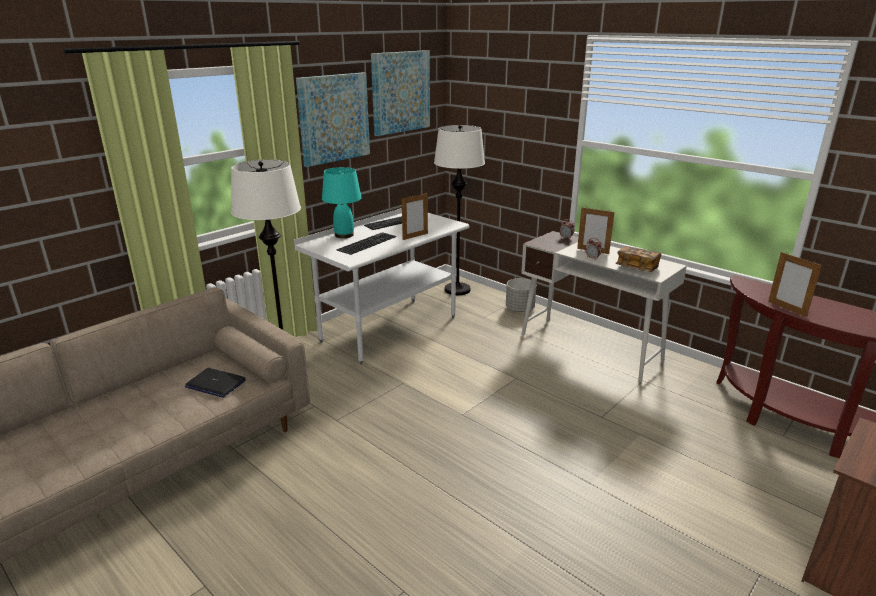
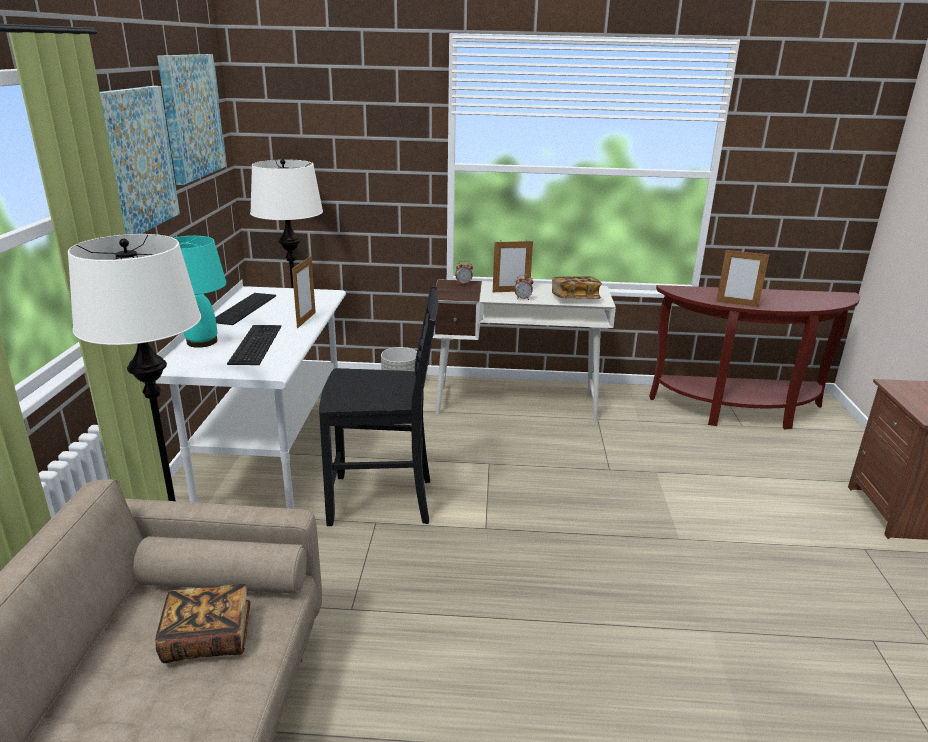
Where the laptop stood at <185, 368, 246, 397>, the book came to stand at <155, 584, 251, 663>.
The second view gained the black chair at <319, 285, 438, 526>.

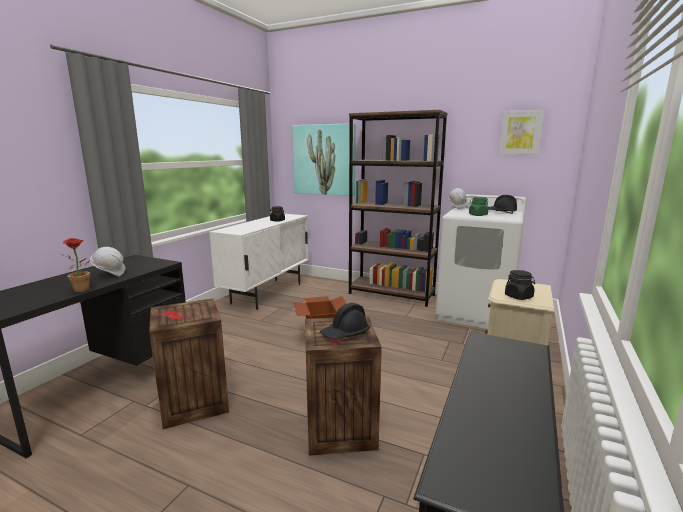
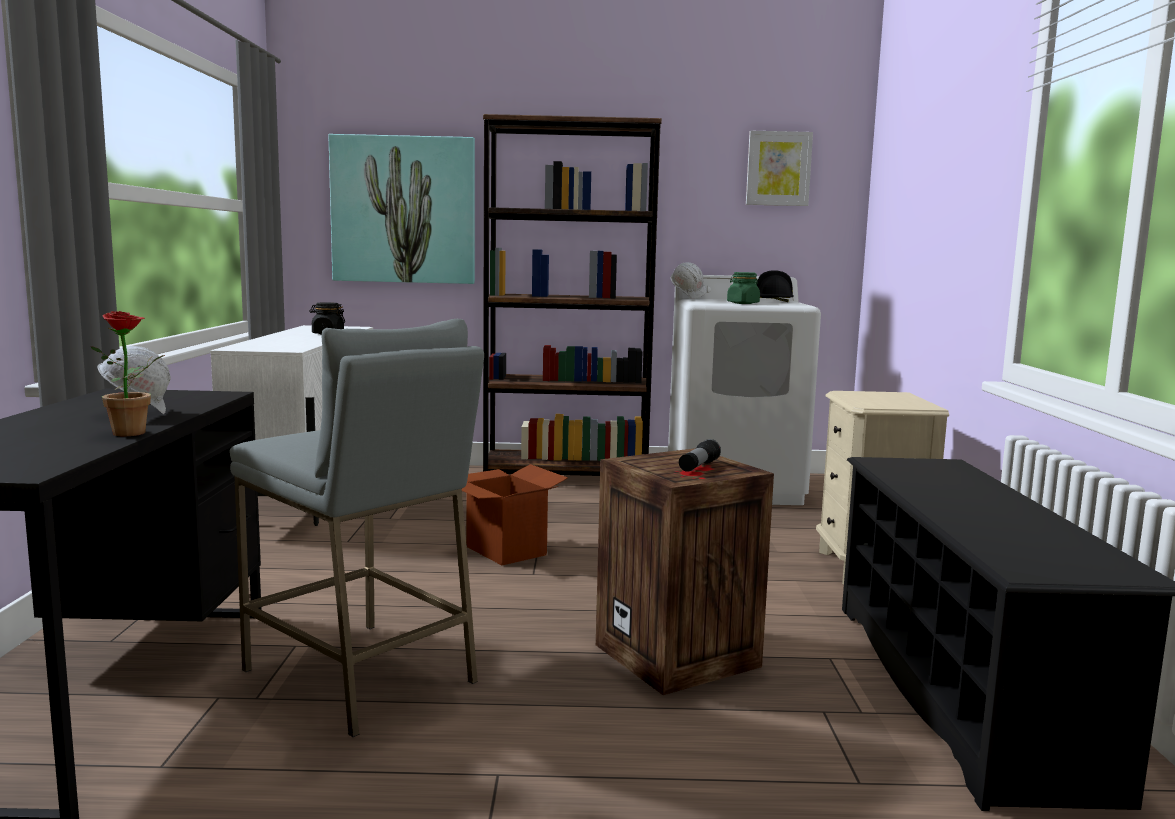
Where the crate stood at <149, 299, 229, 429>, the grey stool came to stand at <229, 319, 484, 737>.
Where the black hard hat stood at <320, 303, 370, 340>, the flashlight came to stand at <679, 439, 721, 472>.
The second view lost the black jar at <505, 270, 535, 300>.

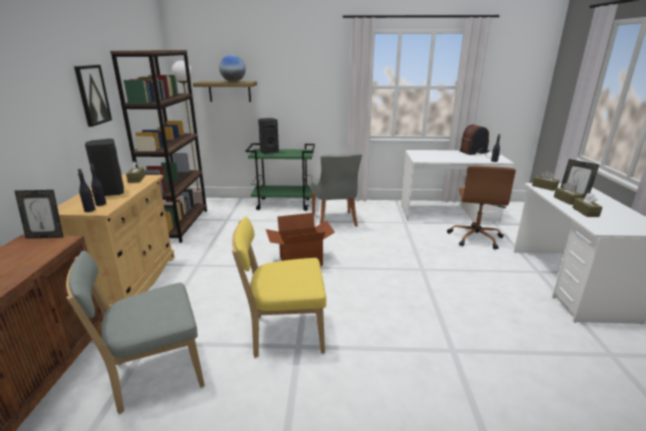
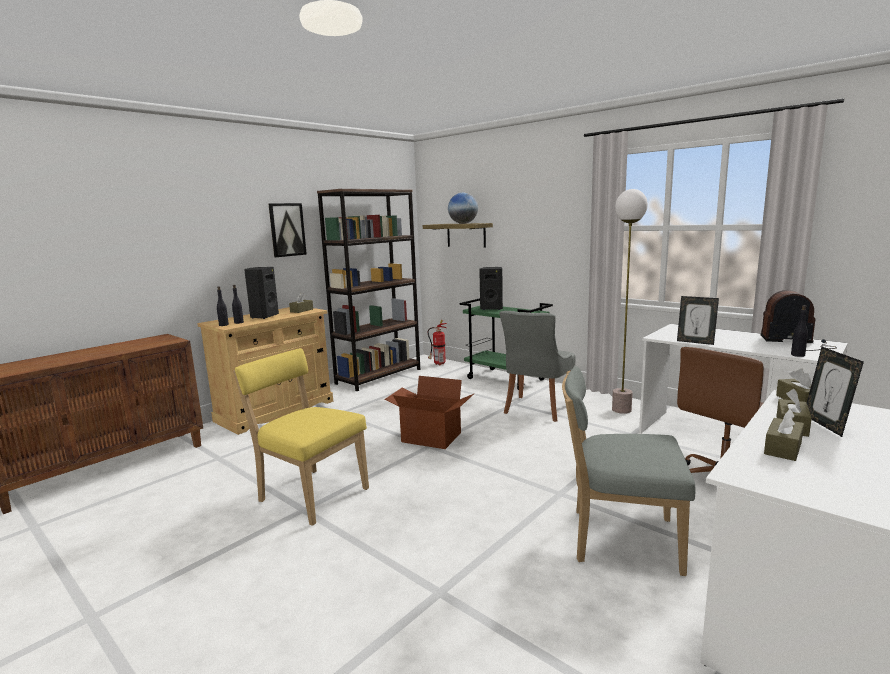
The picture frame ended up elsewhere, having gone from <15, 190, 63, 239> to <677, 296, 719, 345>.
The grey chair ended up elsewhere, having gone from <66, 251, 205, 414> to <562, 366, 696, 576>.
The floor lamp ended up elsewhere, having gone from <172, 61, 203, 203> to <612, 189, 648, 414>.
The second view gained the fire extinguisher at <428, 320, 447, 365>.

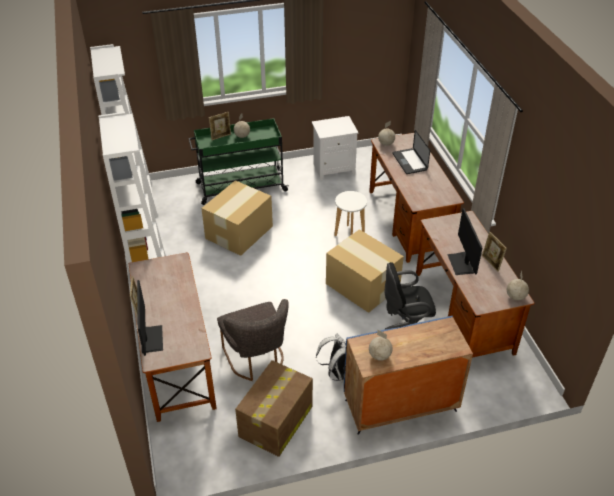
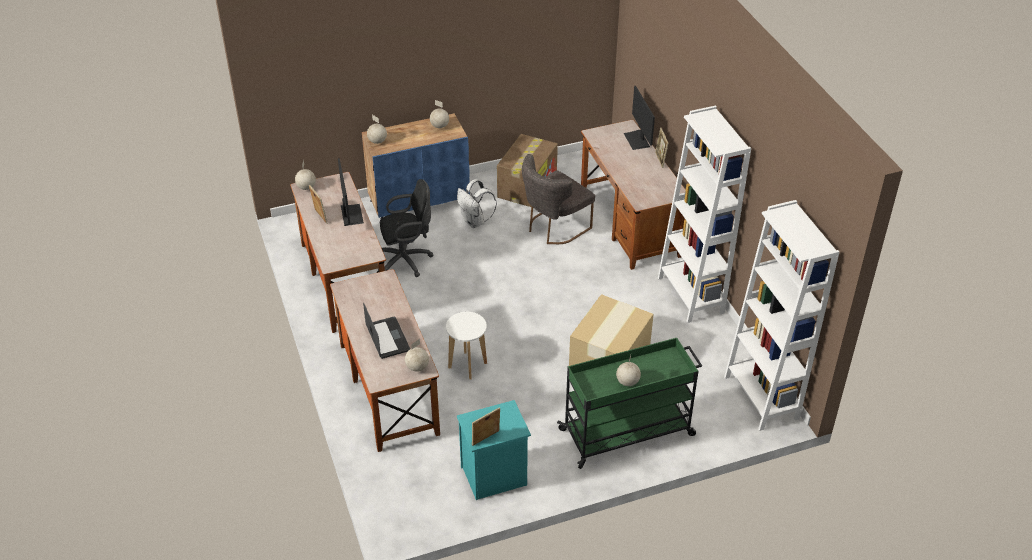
The picture frame ended up elsewhere, having gone from <209, 112, 231, 140> to <472, 407, 500, 446>.
The grey chair at <217, 299, 289, 381> ended up facing another way, 105 degrees counterclockwise from before.
What was the white nightstand at <312, 116, 359, 181> turned into the turquoise nightstand at <457, 400, 531, 500>.
The second view lost the cardboard box at <326, 229, 404, 313>.
The second view gained the globe at <367, 115, 387, 144>.

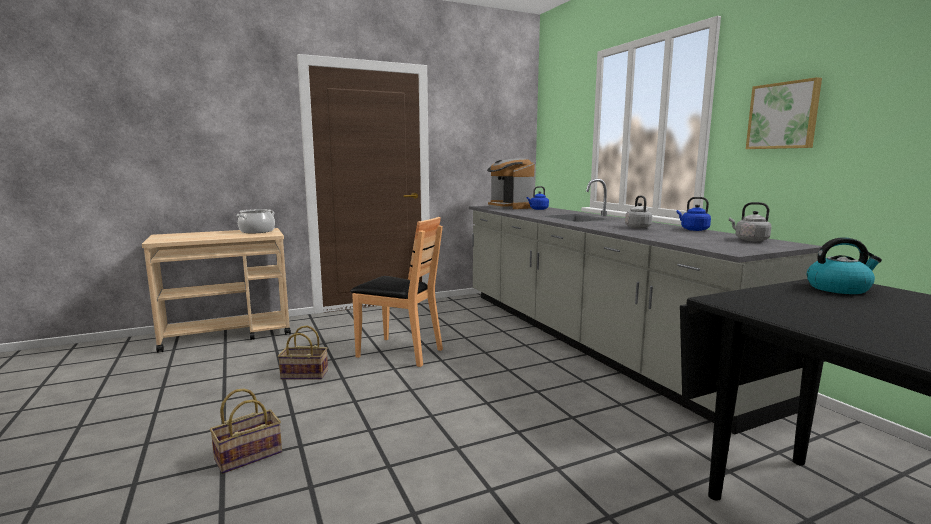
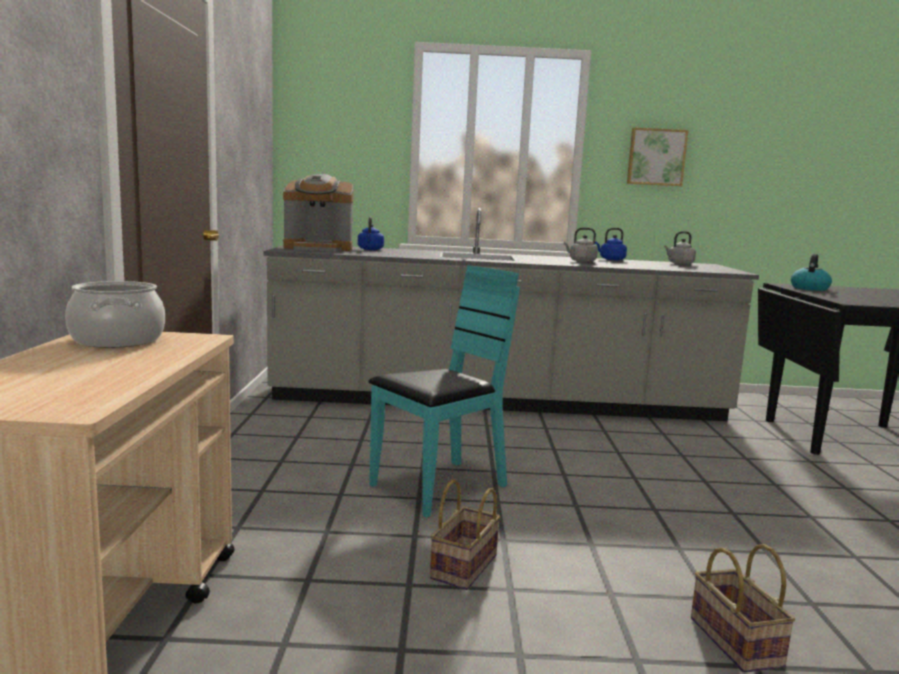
What was the brown chair at <350, 217, 443, 367> turned into the turquoise chair at <369, 265, 520, 518>.

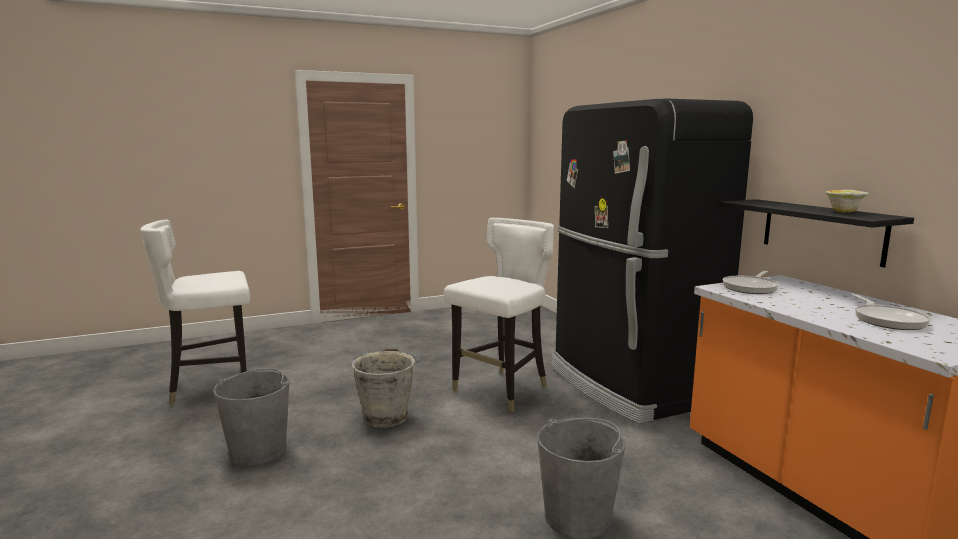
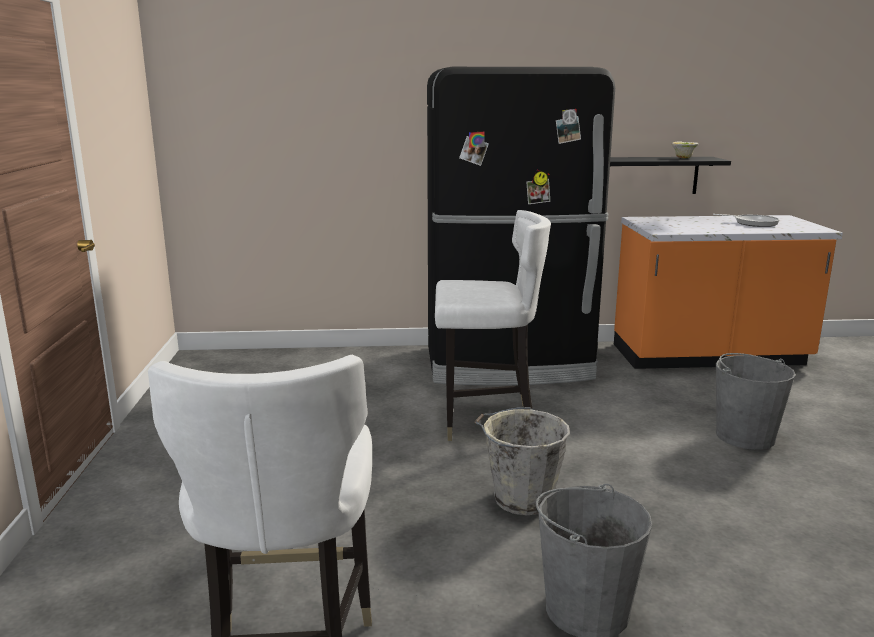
The white chair at <444, 218, 554, 412> ended up facing another way, 120 degrees clockwise from before.
The second view lost the frying pan at <723, 271, 779, 294>.

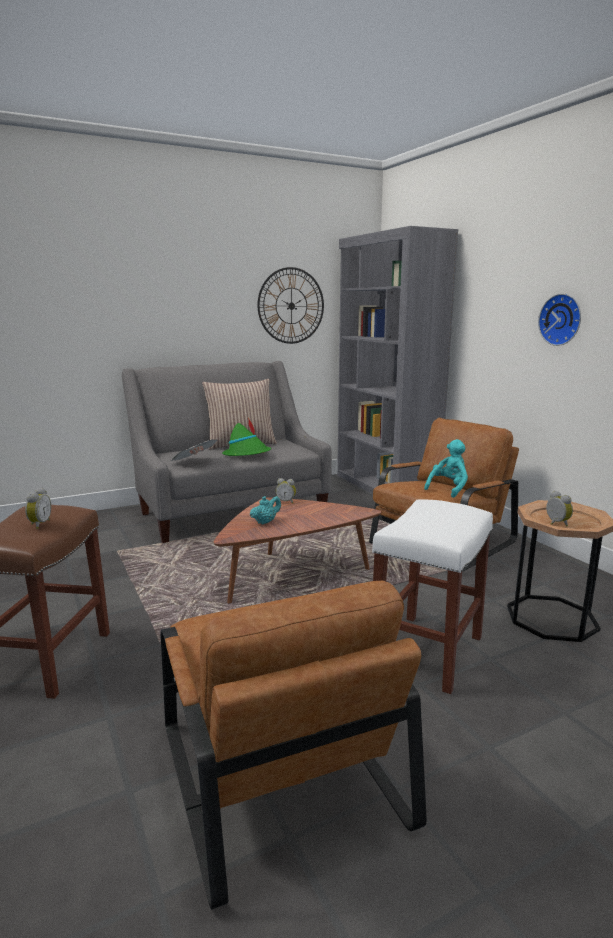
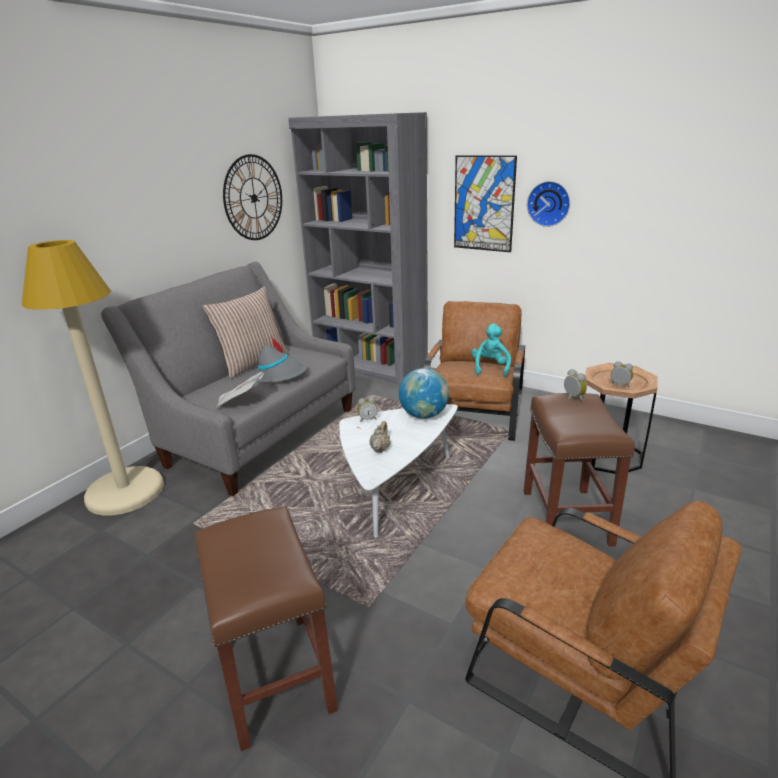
The alarm clock ended up elsewhere, having gone from <25, 487, 51, 529> to <564, 369, 587, 401>.
What was the brown coffee table at <214, 498, 381, 603> turned into the white coffee table at <339, 404, 458, 538>.
What was the green hat at <222, 418, 271, 456> turned into the grey hat at <254, 337, 307, 383>.
What was the turquoise teapot at <250, 496, 281, 524> turned into the beige teapot at <369, 421, 391, 453>.
What was the white stool at <372, 500, 493, 694> turned into the brown stool at <524, 393, 635, 547>.
The second view gained the beige floor lamp at <22, 240, 164, 516>.
The second view gained the globe at <399, 368, 449, 419>.
The second view gained the picture at <454, 155, 517, 252>.

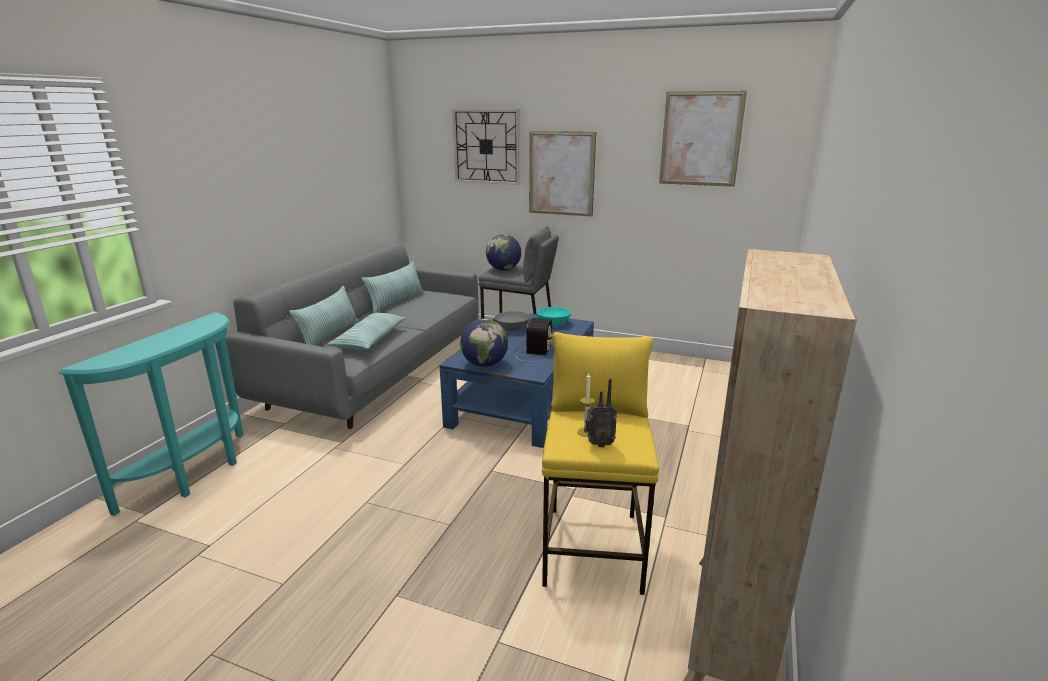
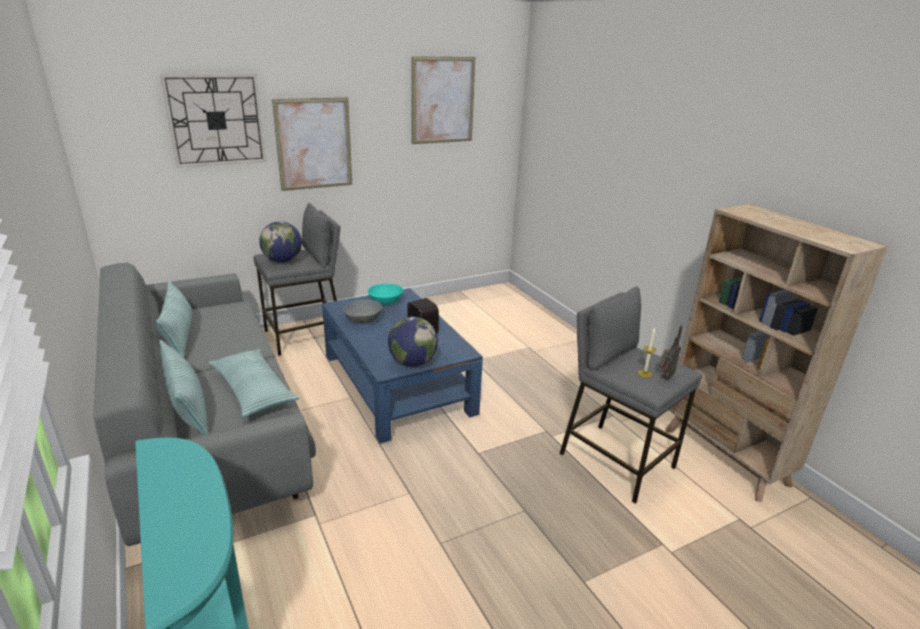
What was the yellow stool at <542, 332, 659, 595> turned into the grey stool at <559, 286, 702, 503>.

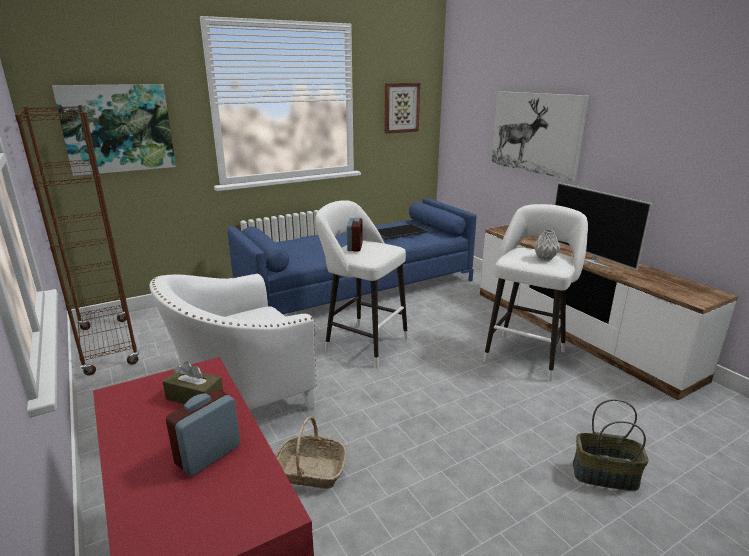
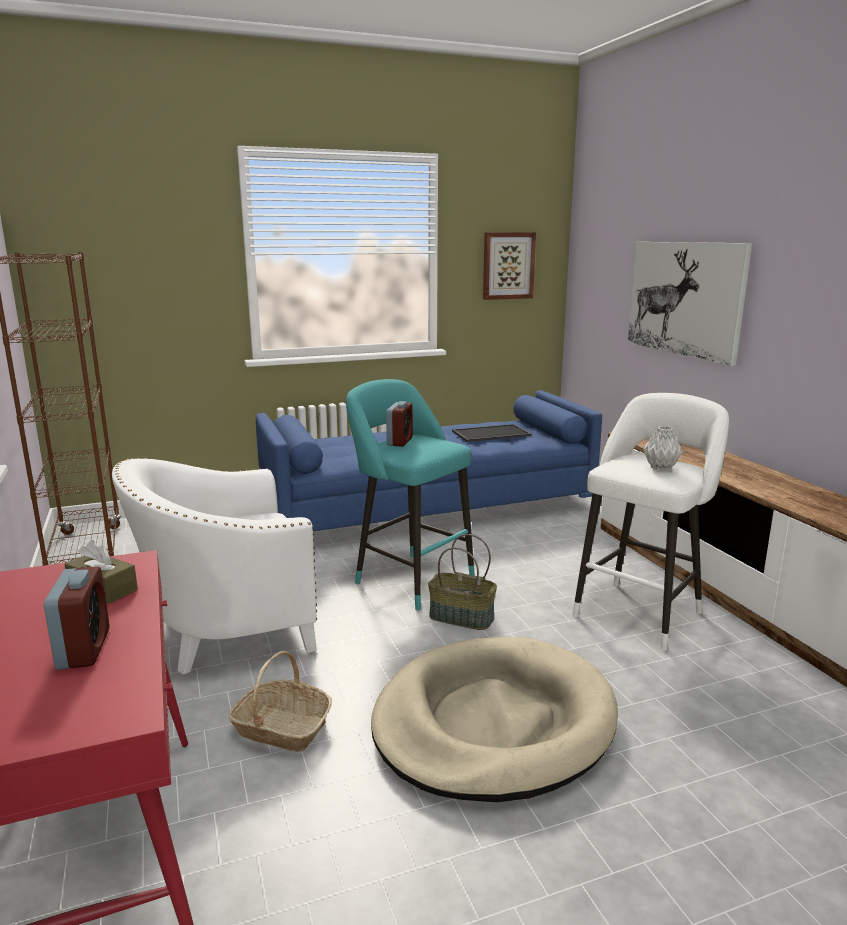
The second view lost the picture at <52, 84, 176, 176>.
The alarm clock at <166, 389, 240, 476> ended up facing another way, 120 degrees clockwise from before.
What was the white stool at <315, 200, 408, 368> turned into the turquoise stool at <346, 379, 475, 610>.
The second view lost the television at <554, 182, 653, 270>.
The basket ended up elsewhere, having gone from <573, 399, 649, 491> to <428, 534, 497, 630>.
The second view gained the beige dog bed at <371, 637, 618, 802>.

